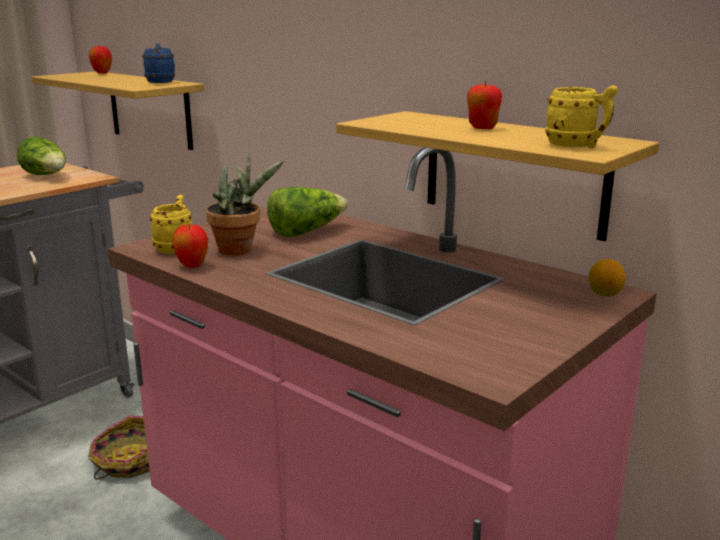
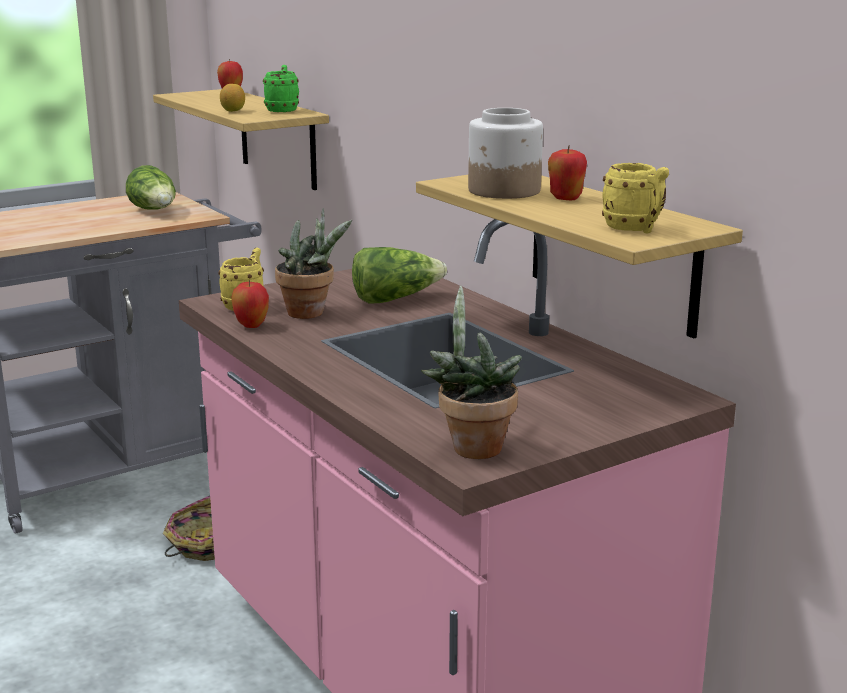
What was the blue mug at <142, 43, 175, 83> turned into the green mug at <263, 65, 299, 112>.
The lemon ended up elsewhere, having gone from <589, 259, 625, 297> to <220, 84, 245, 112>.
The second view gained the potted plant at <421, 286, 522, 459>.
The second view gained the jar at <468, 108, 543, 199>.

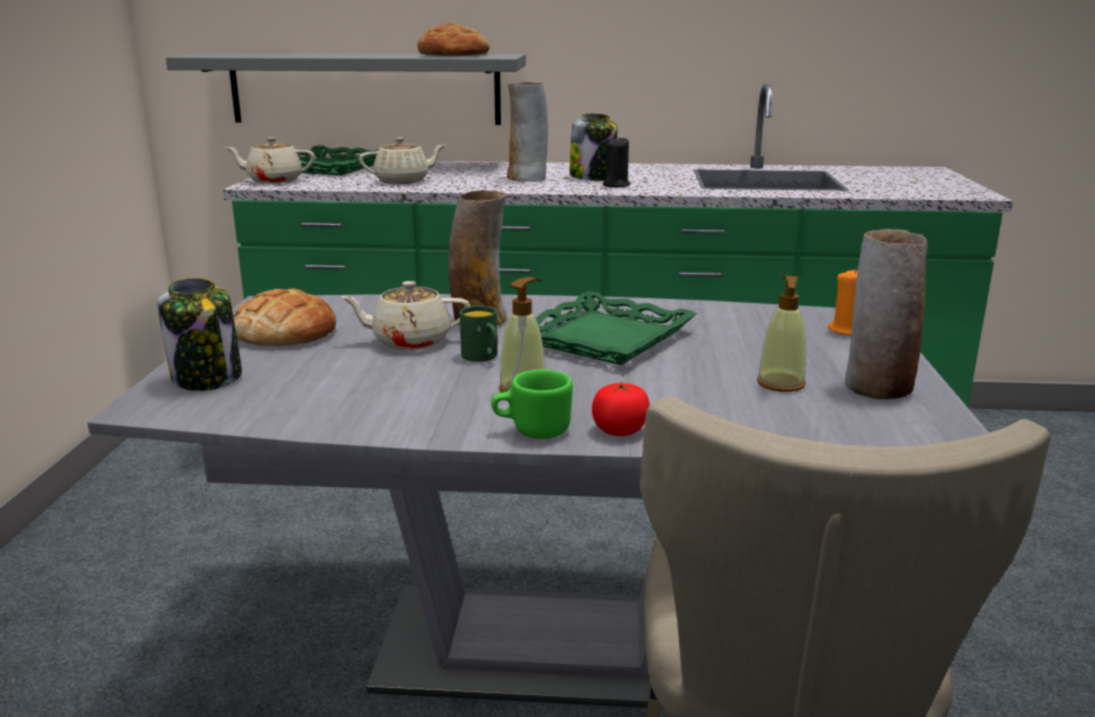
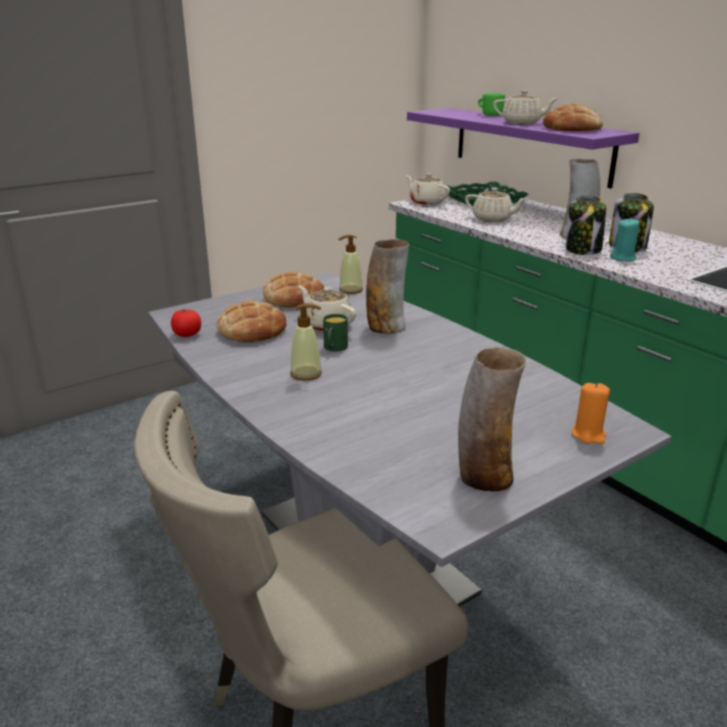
The jar ended up elsewhere, having gone from <157, 278, 242, 391> to <566, 195, 606, 255>.
What was the grey shelf at <166, 53, 526, 125> turned into the purple shelf at <407, 108, 640, 188>.
The green mug ended up elsewhere, having gone from <491, 369, 573, 439> to <478, 93, 505, 116>.
The second view lost the green tray at <536, 291, 697, 365>.
The tomato ended up elsewhere, having gone from <592, 382, 650, 436> to <171, 309, 201, 337>.
What was the black candle at <603, 136, 631, 187> turned into the turquoise candle at <610, 219, 640, 261>.
The soap dispenser ended up elsewhere, having gone from <757, 276, 806, 392> to <338, 235, 363, 294>.
The second view gained the bread at <217, 300, 287, 342>.
The second view gained the beige teapot at <493, 90, 559, 124>.

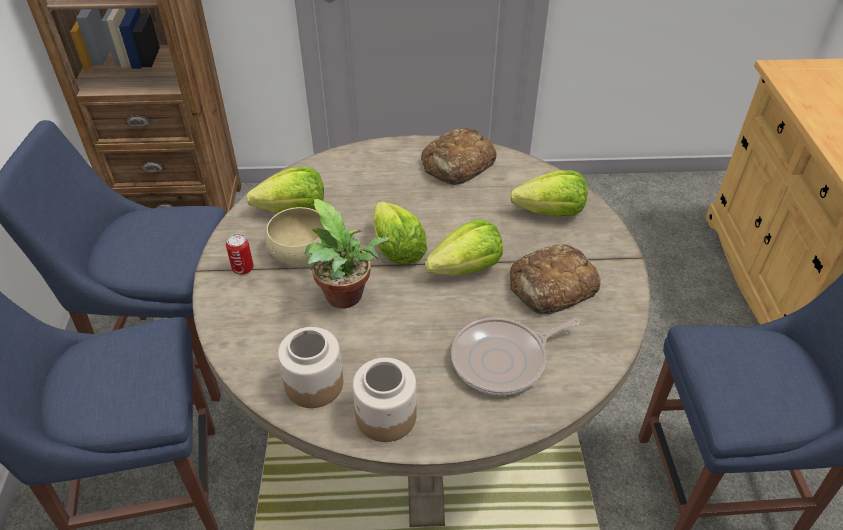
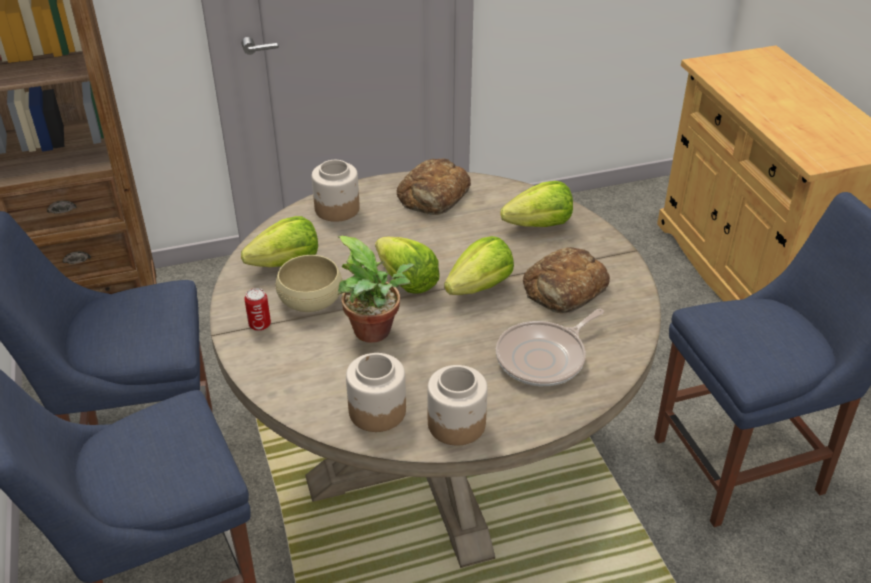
The second view gained the jar at <312, 160, 360, 222>.

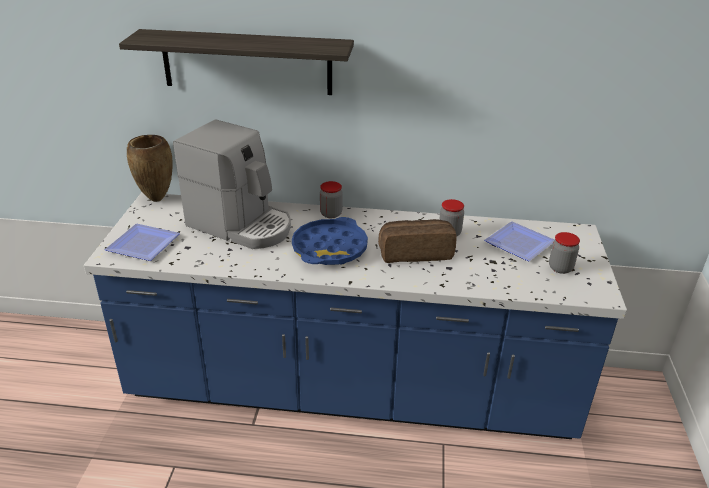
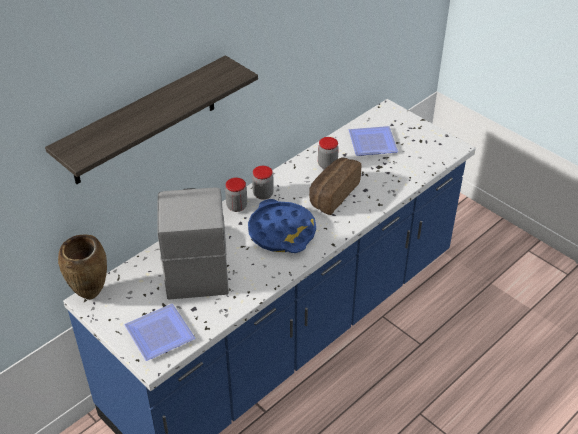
The coffee machine at <173, 120, 291, 249> ended up facing another way, 75 degrees counterclockwise from before.
The jar ended up elsewhere, having gone from <549, 232, 580, 274> to <252, 166, 274, 200>.

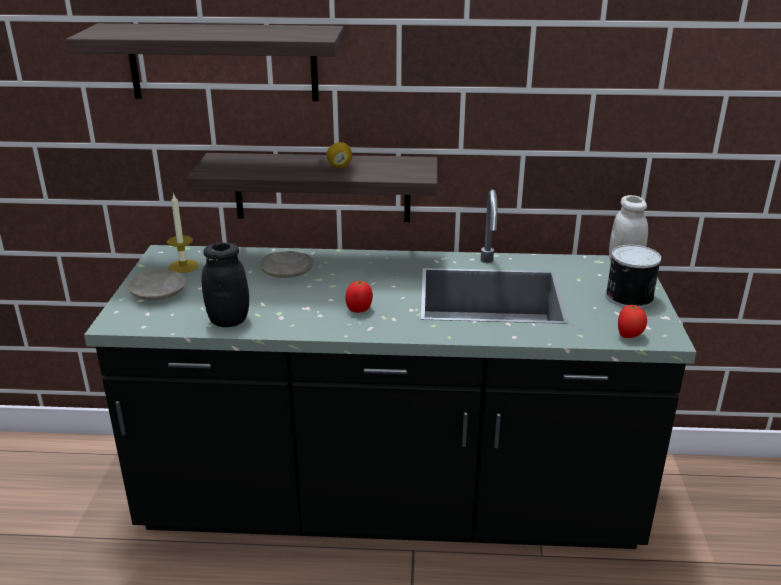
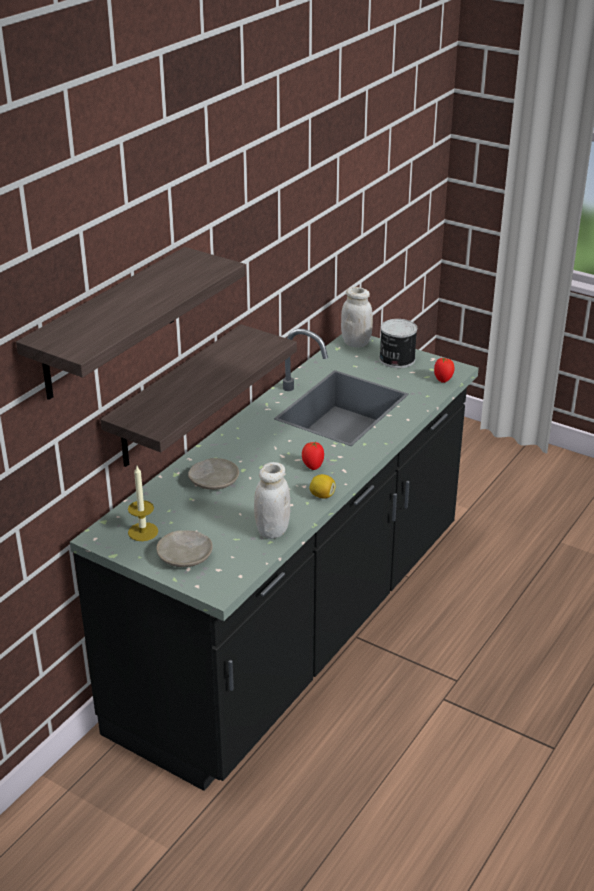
What was the black jar at <202, 243, 249, 327> turned into the white jar at <254, 462, 290, 539>.
The lemon ended up elsewhere, having gone from <326, 142, 352, 168> to <310, 474, 336, 499>.

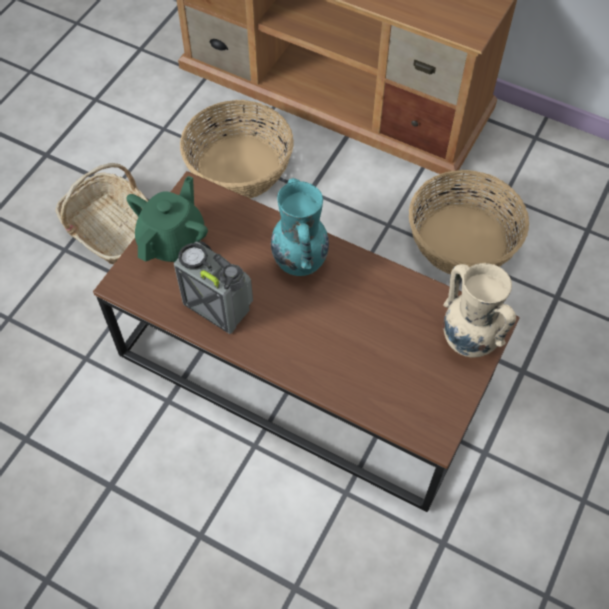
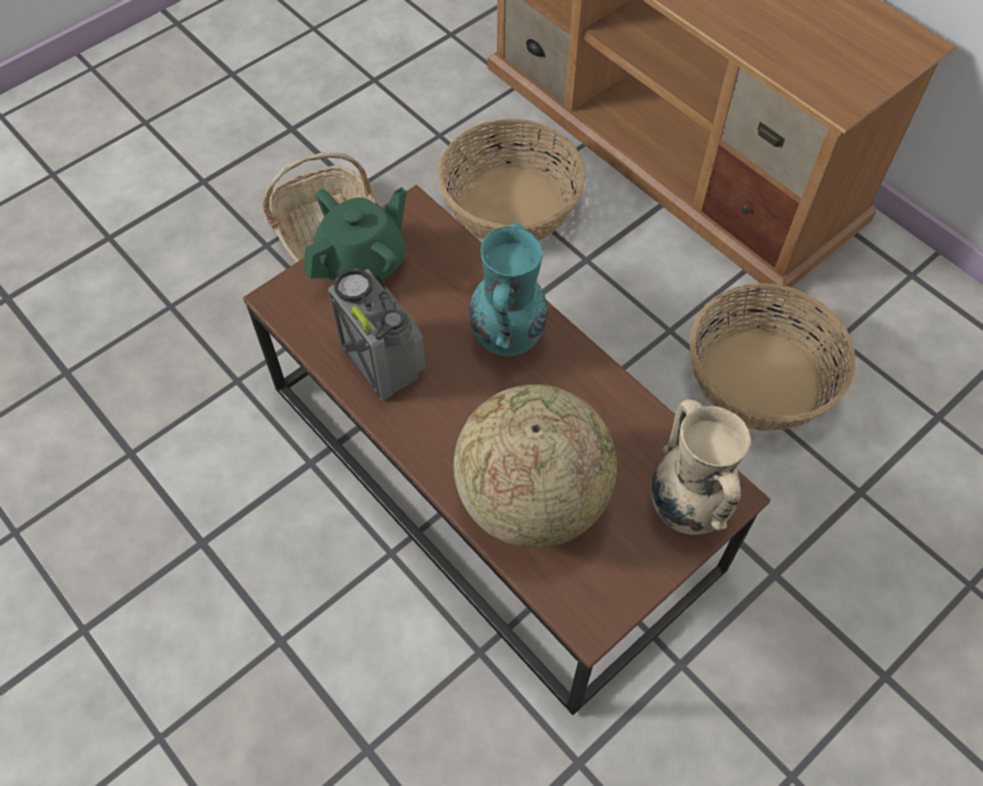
The second view gained the globe at <454, 384, 617, 548>.

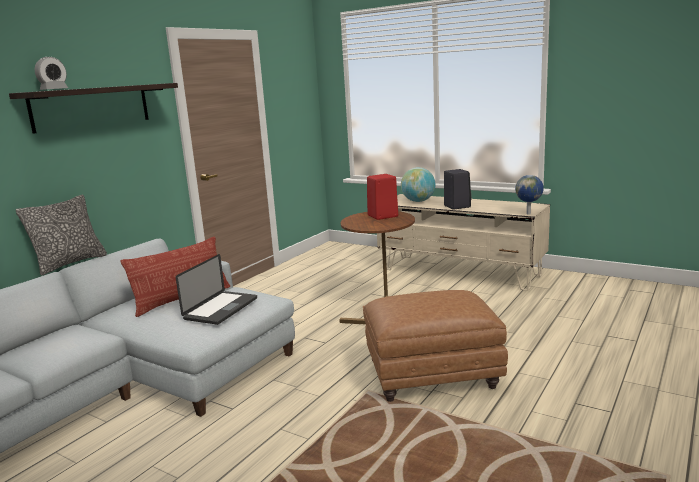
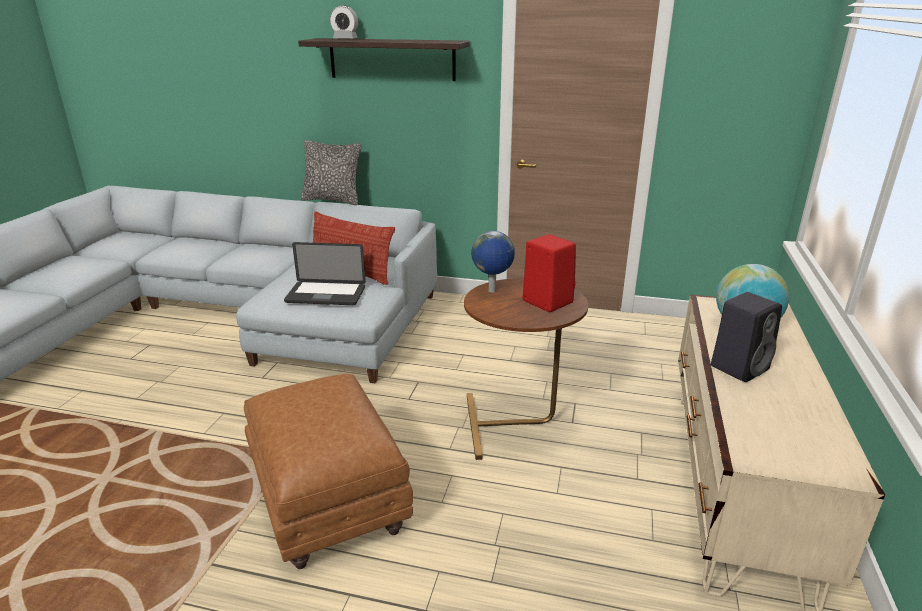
The globe ended up elsewhere, having gone from <515, 175, 544, 214> to <471, 231, 515, 292>.

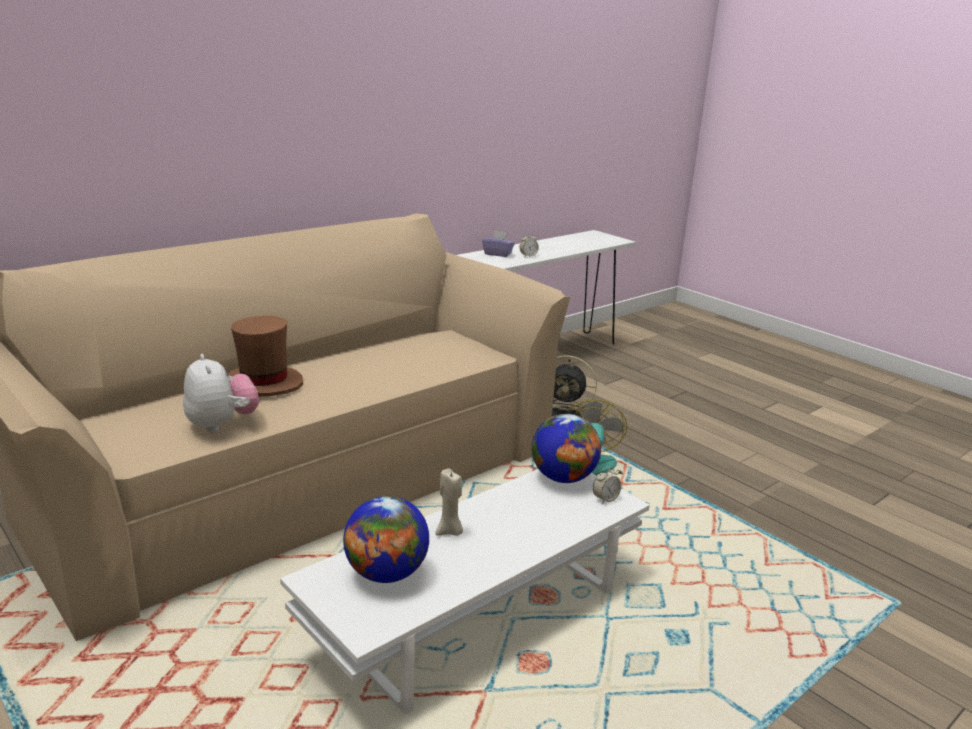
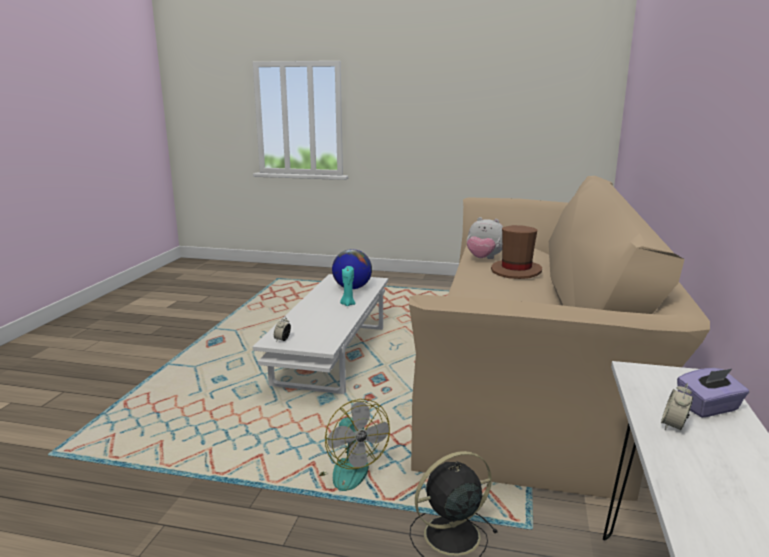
What was the beige candle at <436, 469, 463, 536> turned into the turquoise candle at <340, 266, 355, 306>.
The second view lost the globe at <532, 414, 601, 483>.

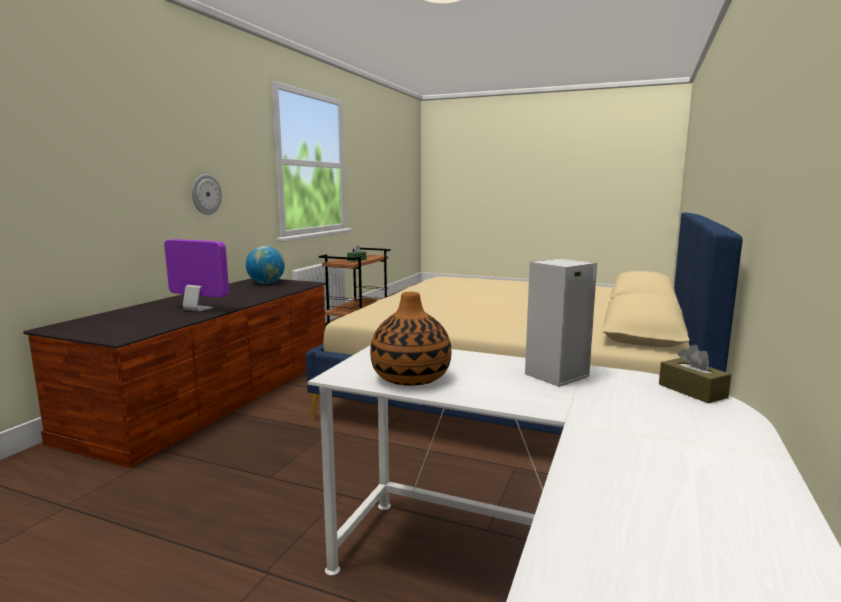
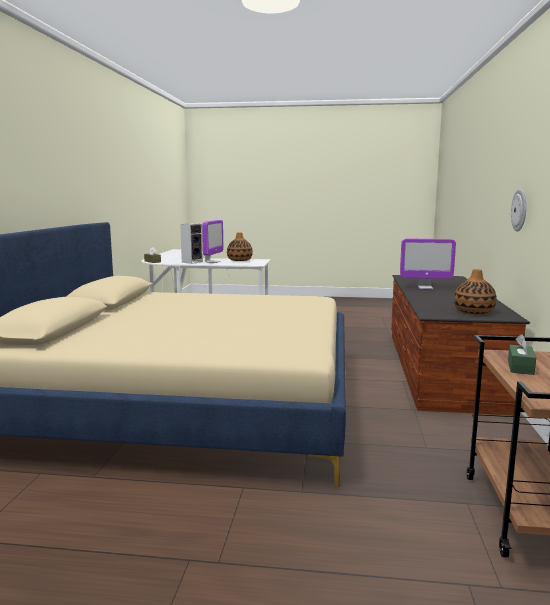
Where the globe stood at <246, 246, 285, 284>, the vase came to stand at <454, 269, 497, 314>.
The second view gained the monitor at <202, 220, 223, 263>.

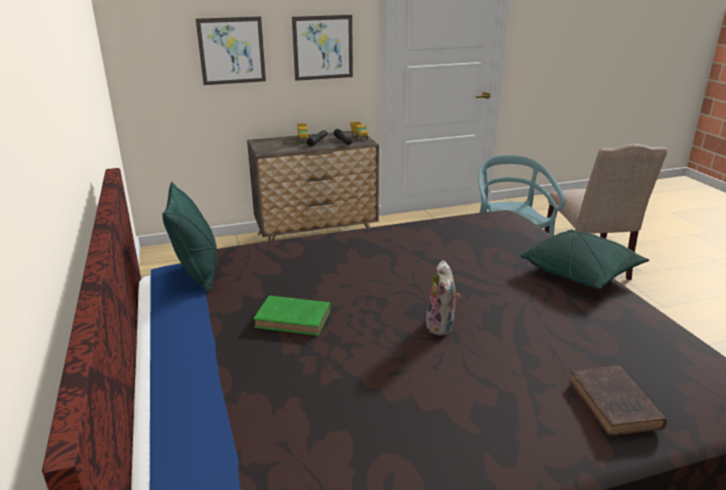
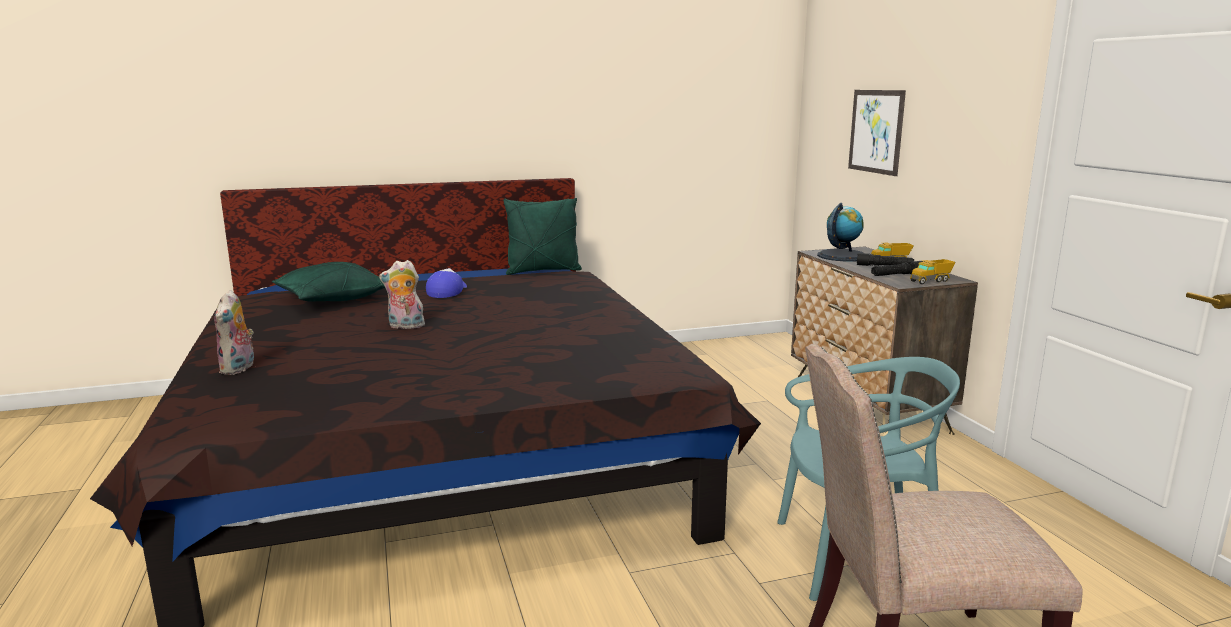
Where the green book stood at <253, 295, 331, 336>, the cap came to stand at <426, 268, 467, 298>.
The second view lost the picture at <292, 15, 353, 81>.
The green pillow ended up elsewhere, having gone from <521, 230, 649, 289> to <272, 262, 385, 302>.
Where the brown book stood at <569, 366, 667, 436>, the plush toy came to stand at <214, 290, 254, 375>.
The second view gained the globe at <817, 203, 864, 262>.

